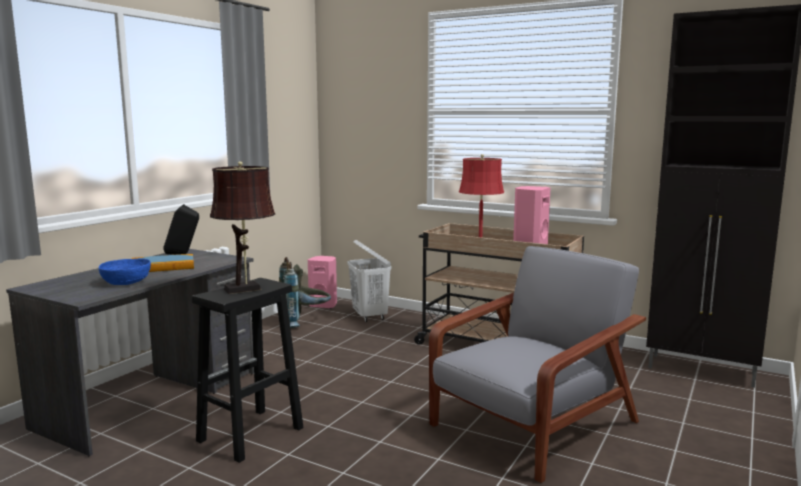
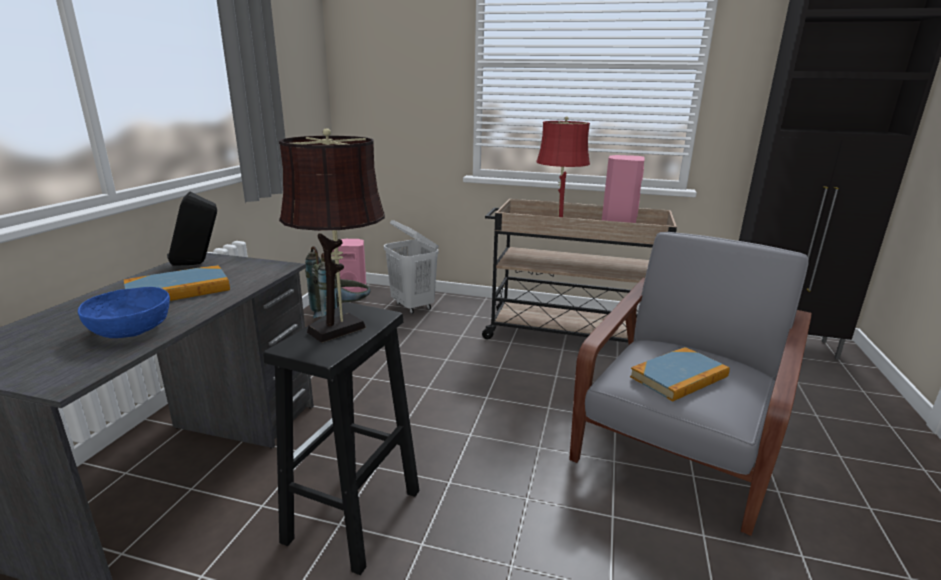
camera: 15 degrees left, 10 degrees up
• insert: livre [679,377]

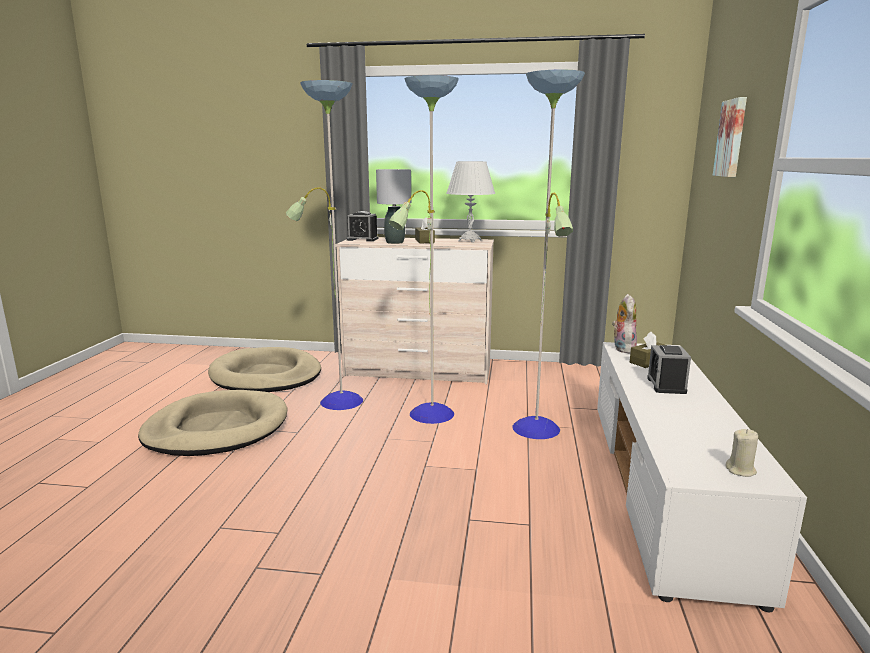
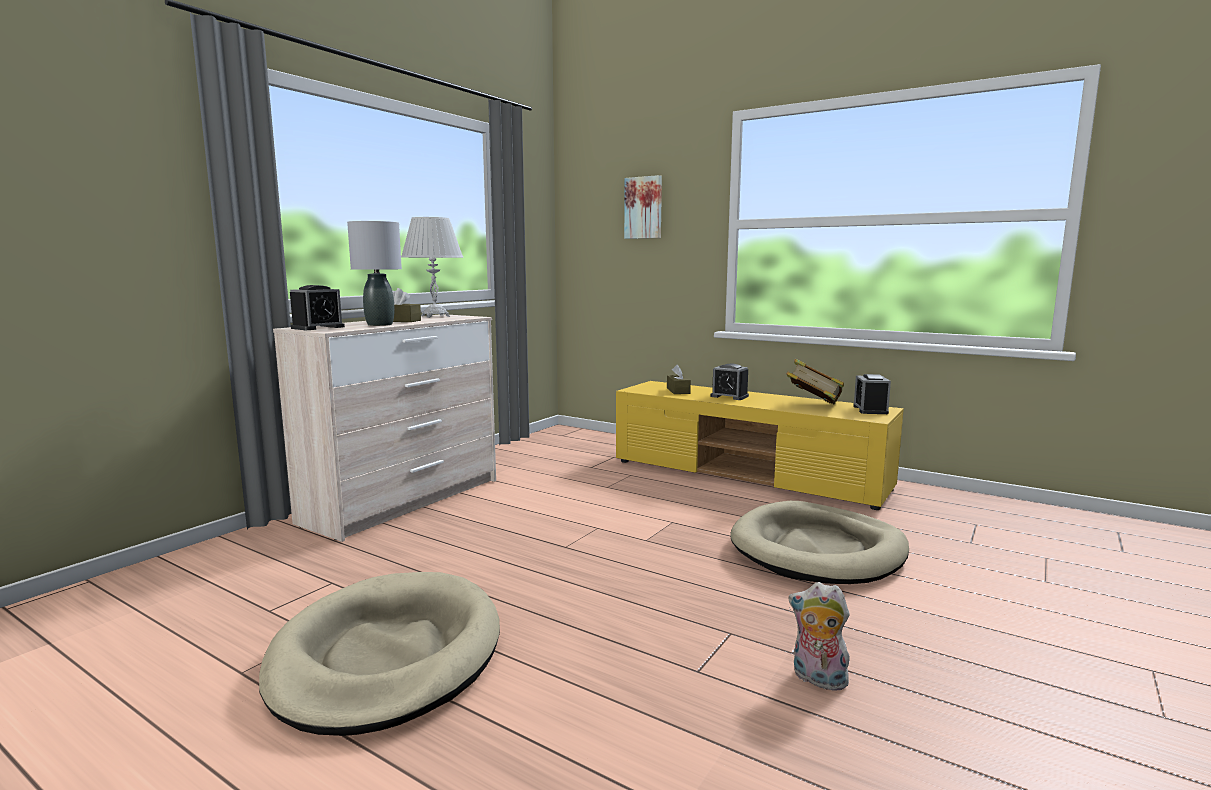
camera: 65 degrees left, 5 degrees down
• recolor: meuble télé [blanc] [665,488] to meuble télé [jaune] [749,475]
• move: panier pour chien [beige] [266,375] to [818,550]
• insert: livre [813,405]
• move: peluche [622,348] to [817,679]
• replace: bougie [beige] [740,470] to réveil [870,410]
• delete: lampadaire [430,415]

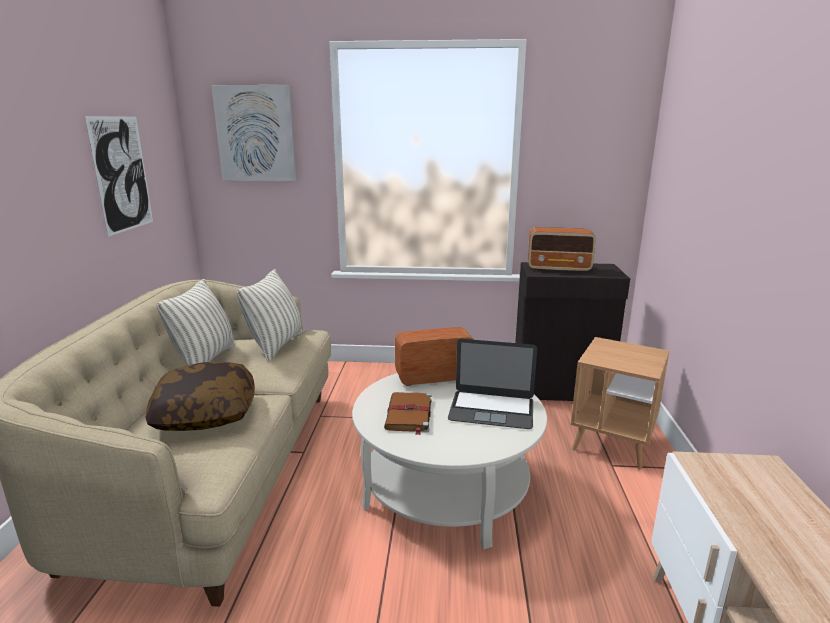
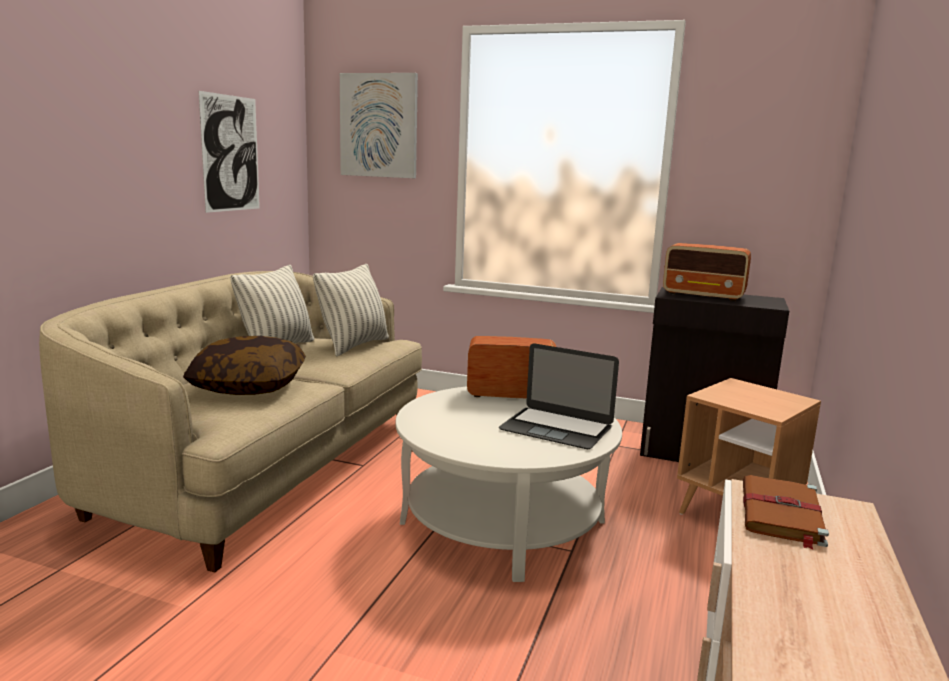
camera: 15 degrees right, 5 degrees down
• move: livre [marron] [409,415] to [781,514]

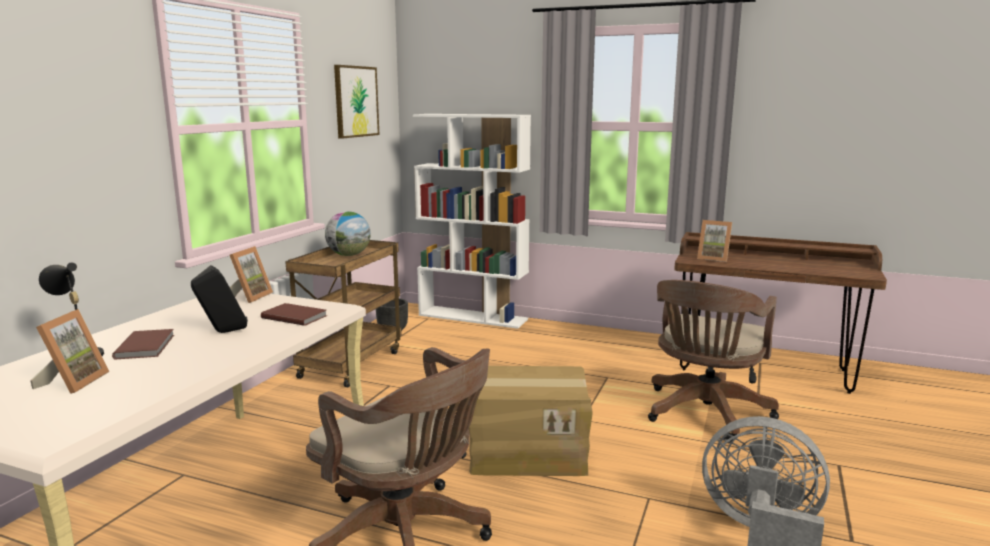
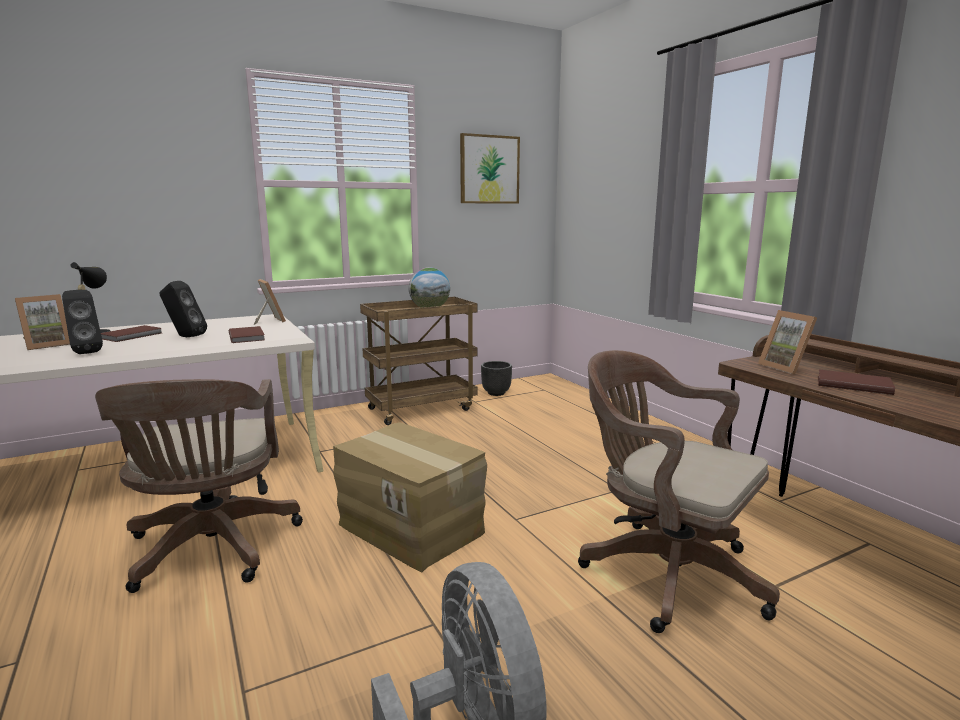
camera: 40 degrees right, 0 degrees up
• insert: enceinte [noir] [86,352]
• rotate: cadre photo [249,297] = [269,321] 90 degrees counterclockwise
• rotate: chaise de bureau [marron] [704,414] = [663,571] 60 degrees clockwise
• insert: livre [marron] [852,384]
• delete: bibliothèque [blanc] [473,317]

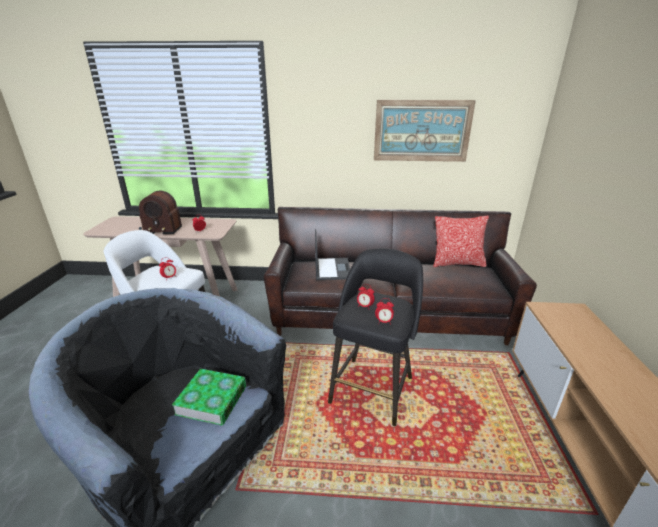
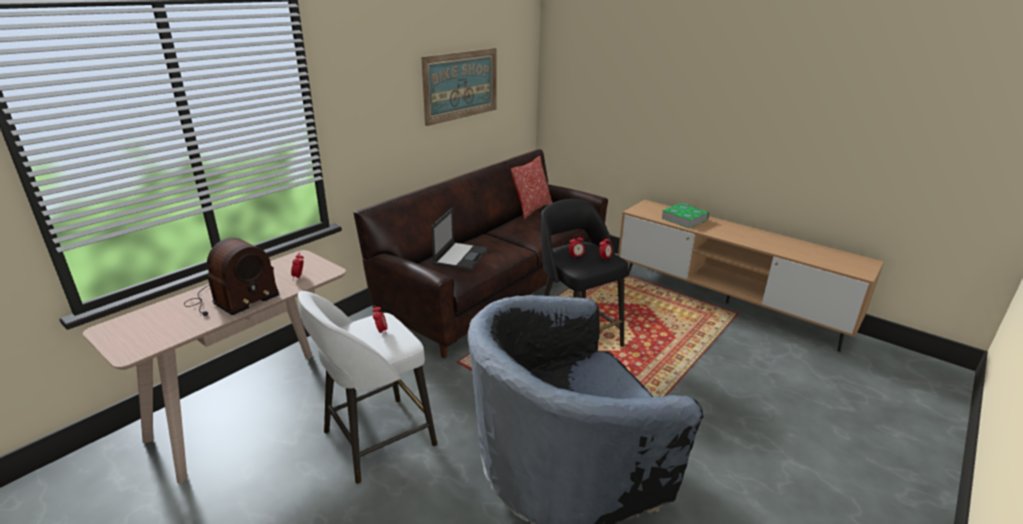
camera: 55 degrees left, 0 degrees up
• rotate: ordinateur portable [332,269] = [461,256] 75 degrees clockwise
• move: livre [212,400] to [684,219]

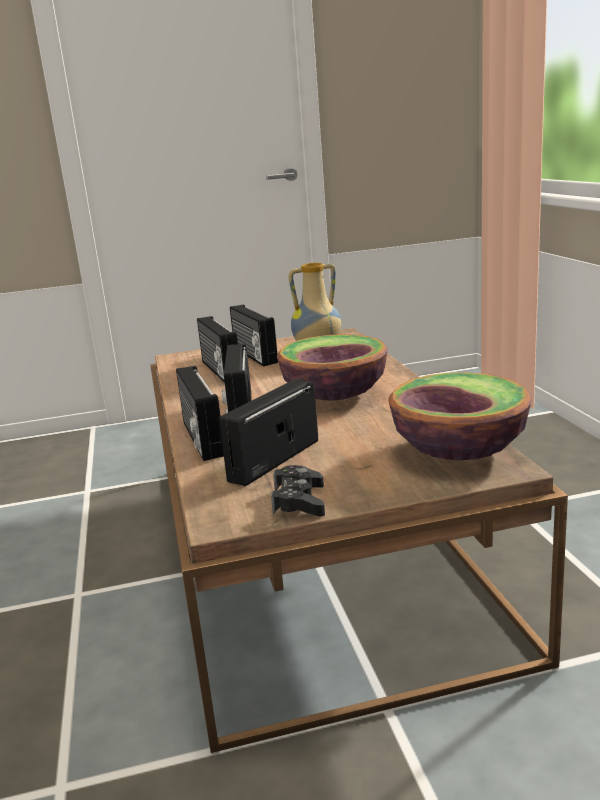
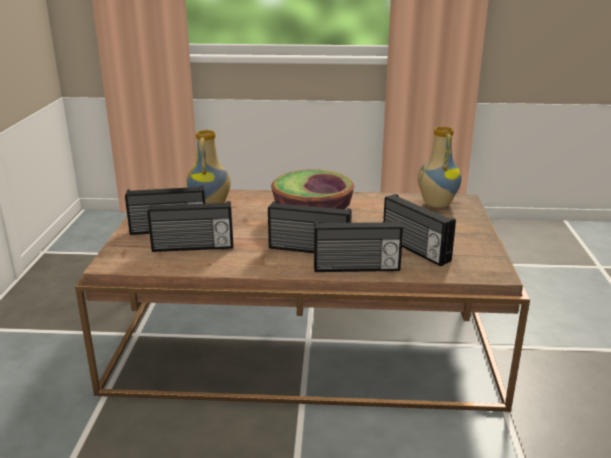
camera: 75 degrees left, 5 degrees up
• replace: bol [458,451] to vase [435,204]
• delete: manette [noir] [299,501]

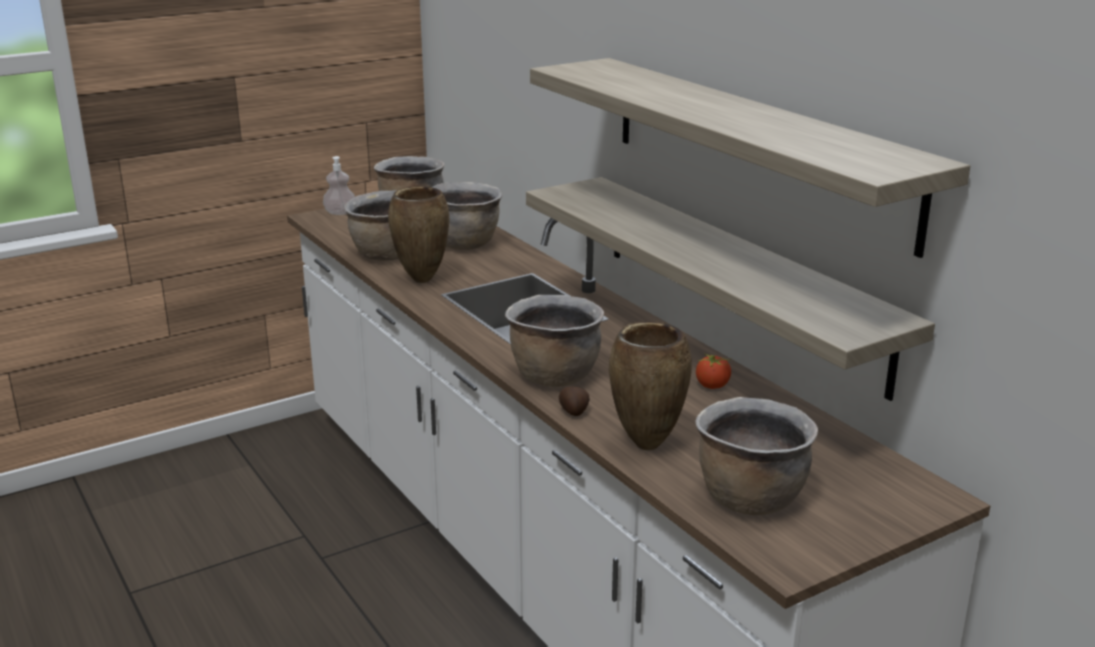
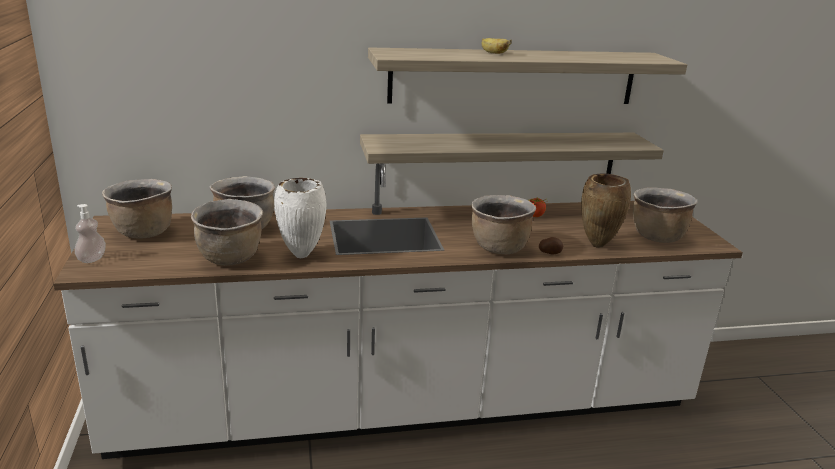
camera: 70 degrees left, 0 degrees up
• recolor: vase [marron] [421,281] to vase [blanc] [301,256]
• insert: banane [493,53]

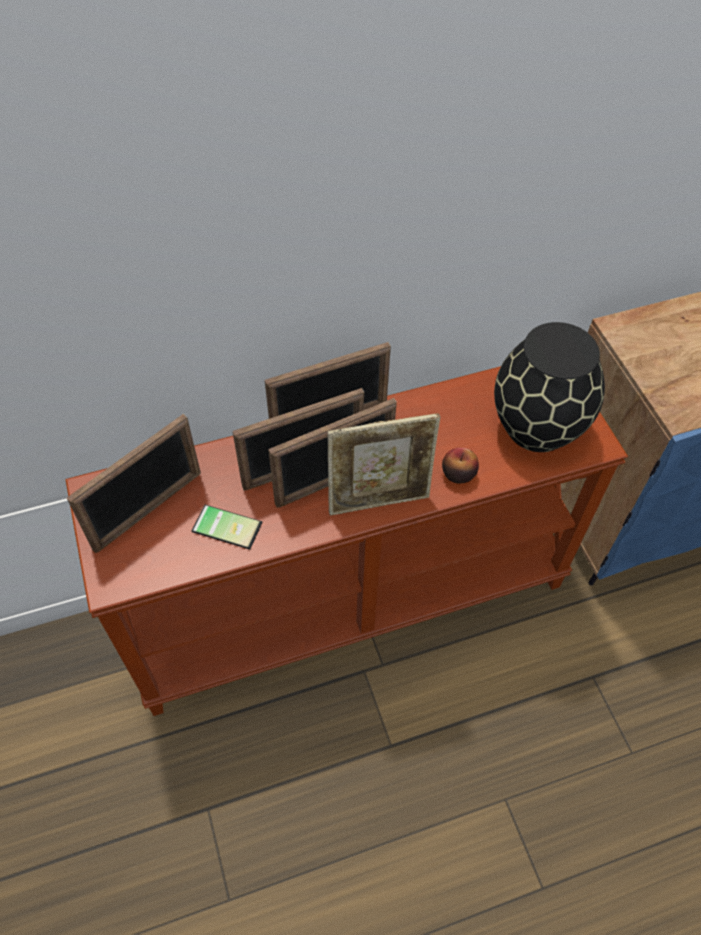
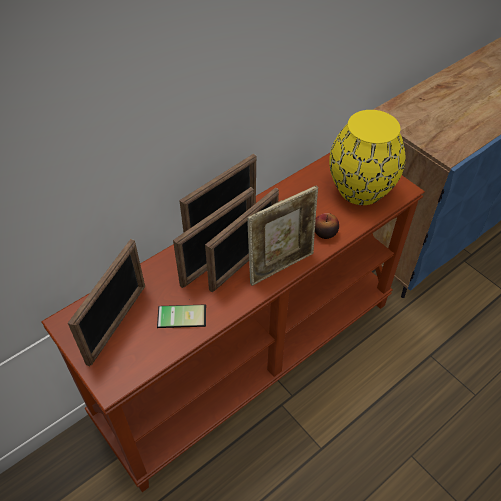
camera: 20 degrees left, 5 degrees down
• recolor: vase [noir] [536,428] to vase [jaune] [360,190]

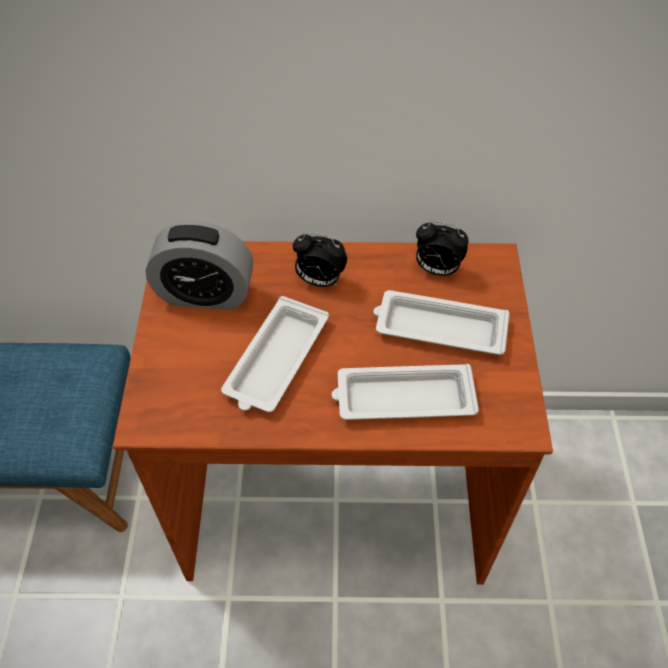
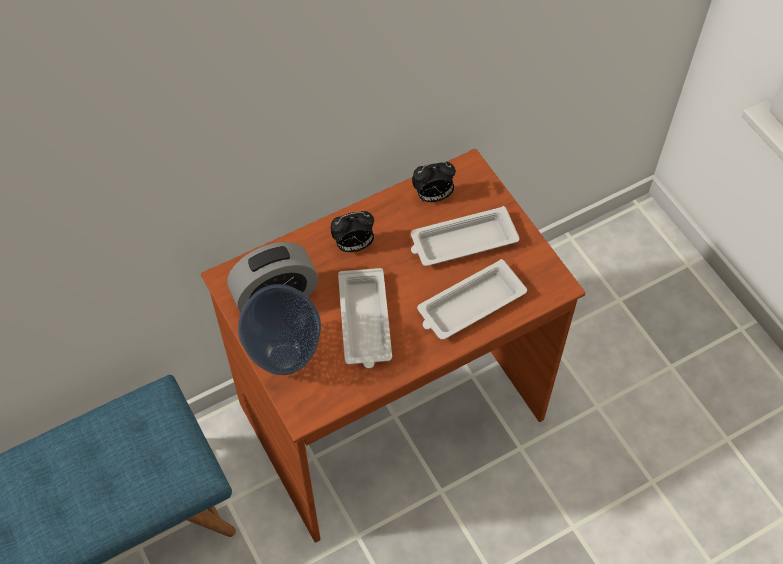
camera: 30 degrees left, 5 degrees up
• insert: vase [284,356]

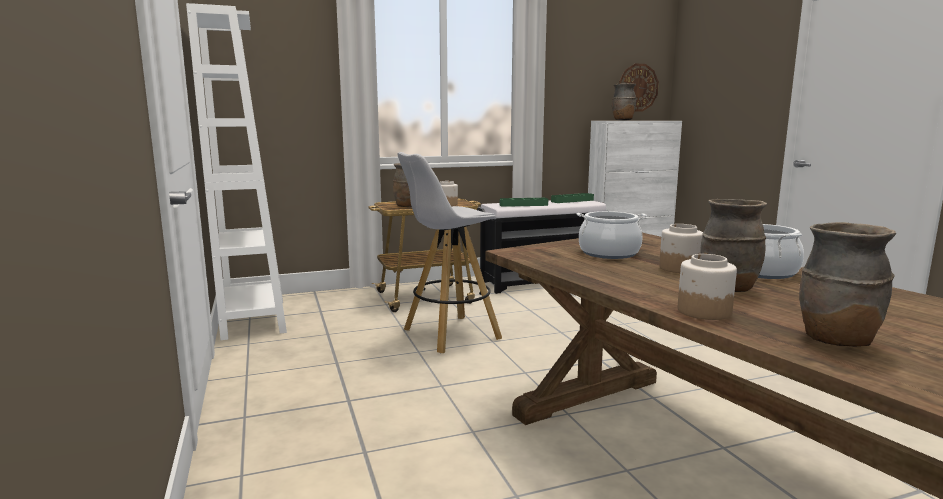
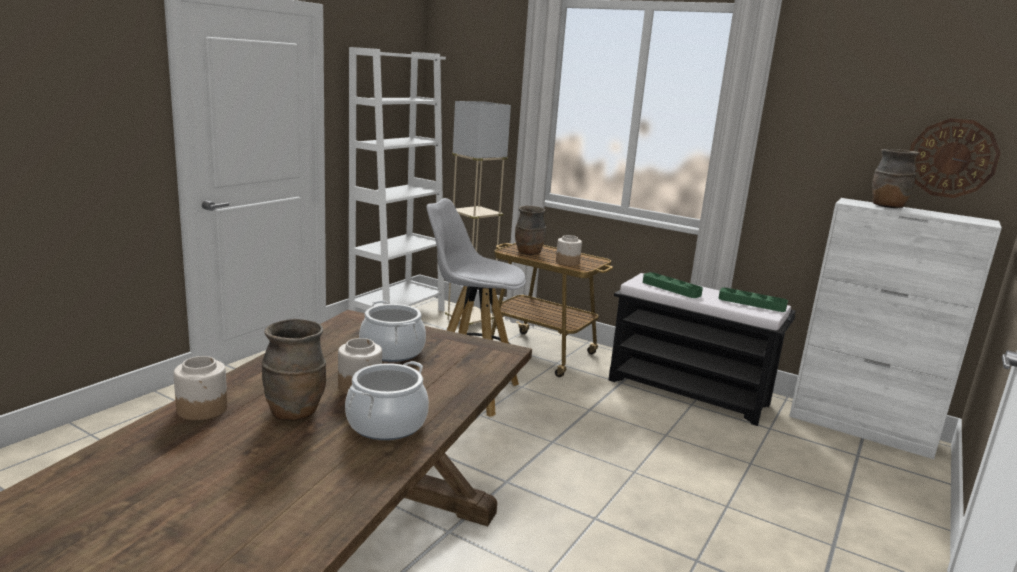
camera: 50 degrees right, 5 degrees up
• insert: lampadaire [beige] [470,321]
• delete: vase [marron] [835,340]

